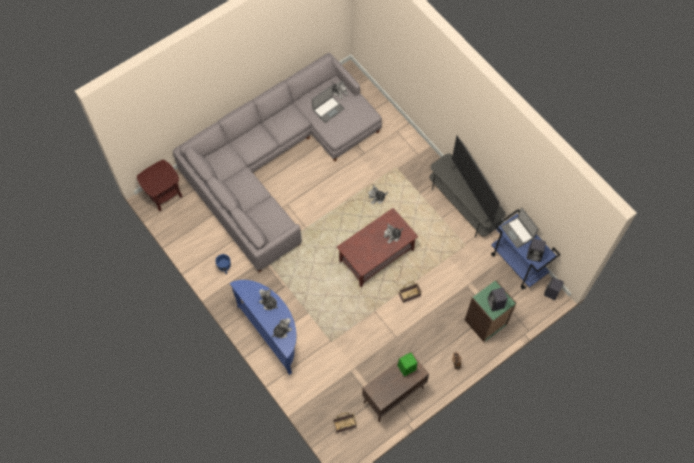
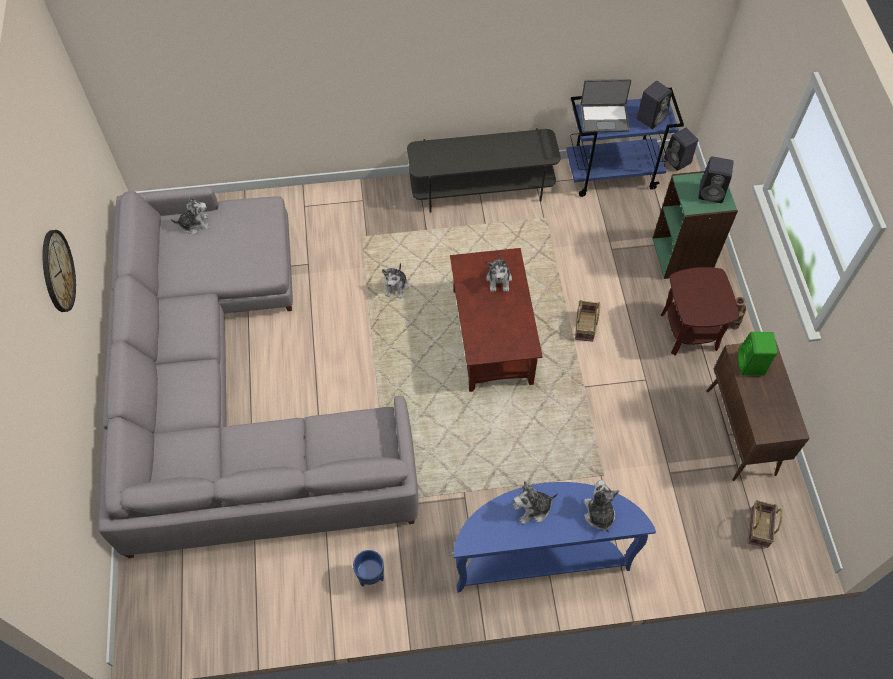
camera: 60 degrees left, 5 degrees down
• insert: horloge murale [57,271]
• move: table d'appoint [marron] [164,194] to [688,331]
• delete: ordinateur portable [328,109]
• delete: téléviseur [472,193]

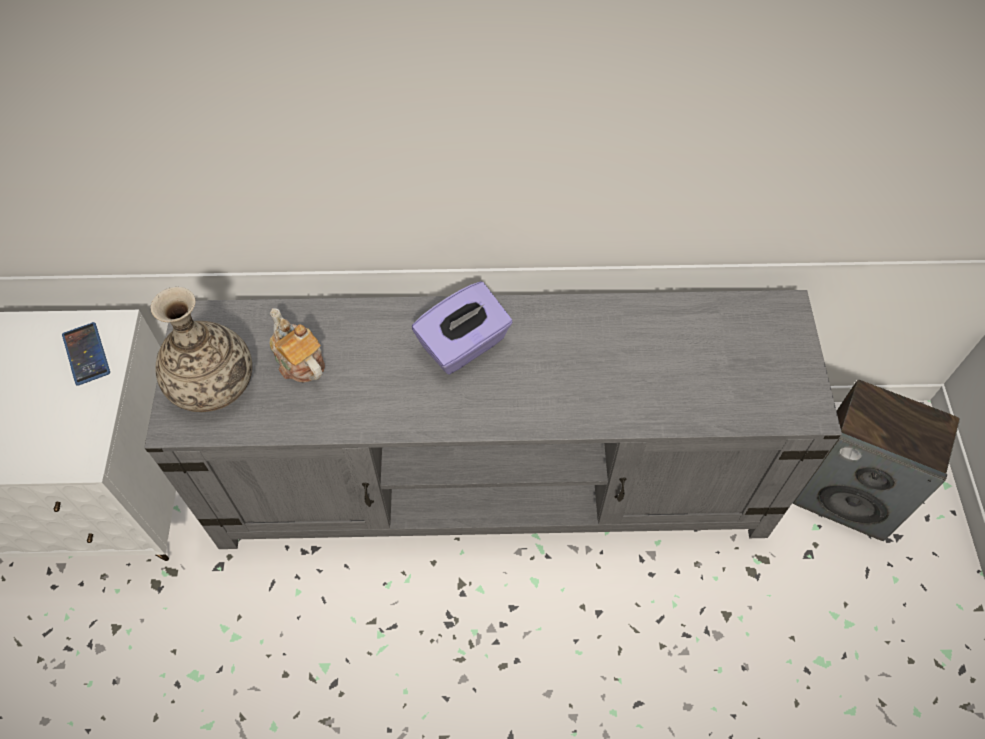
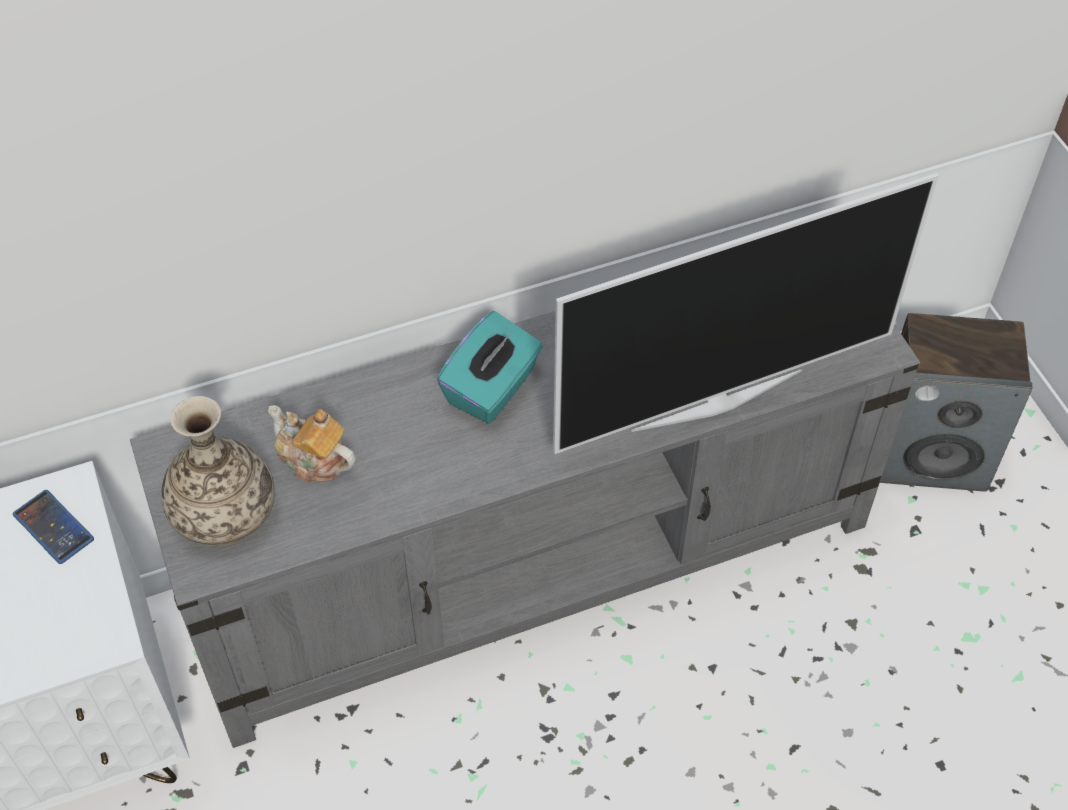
camera: 20 degrees left, 5 degrees down
• recolor: boîte à mouchoirs [violet] [464,345] to boîte à mouchoirs [turquoise] [492,388]
• insert: téléviseur [715,398]

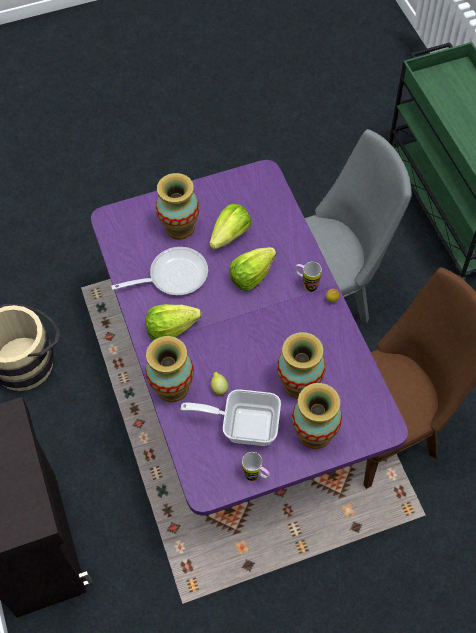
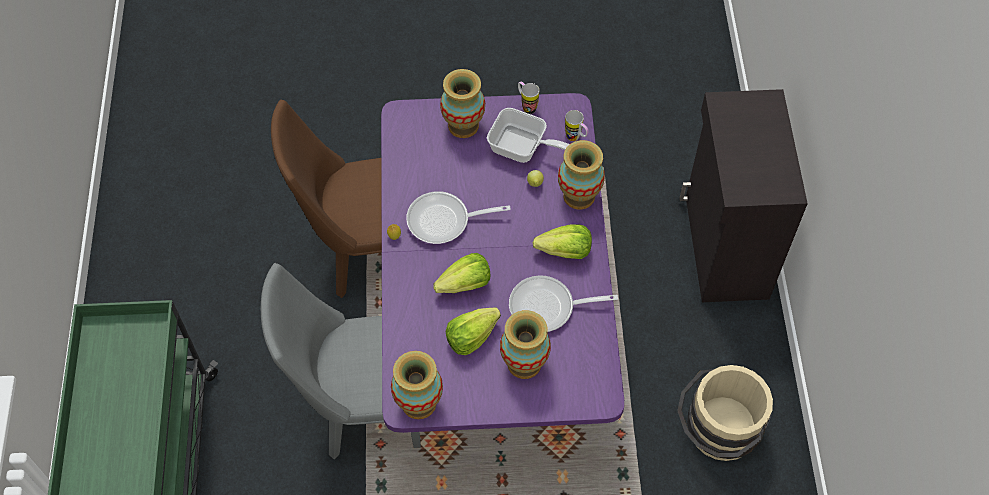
camera: 165 degrees left, 0 degrees up
• move: vase [300,384] to [418,403]
• insert: poêle [444,221]
• move: mug [306,284] to [576,138]

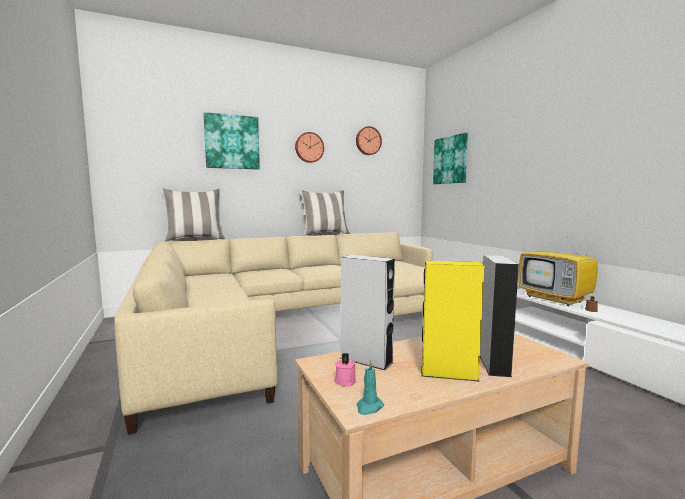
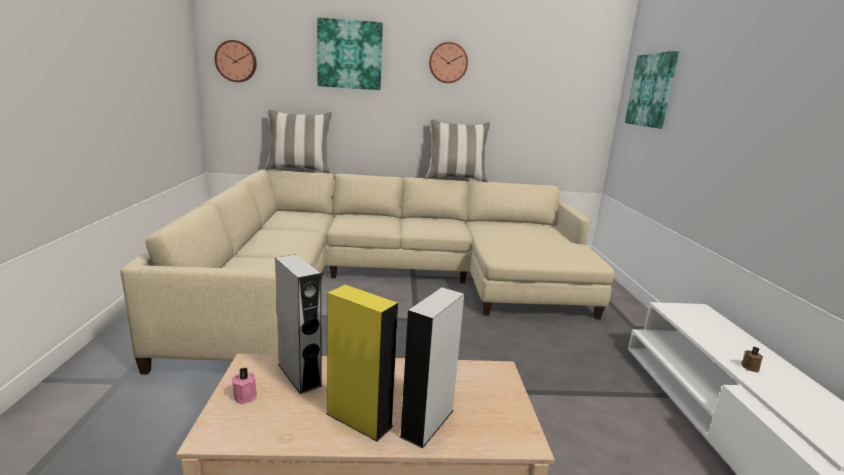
camera: 20 degrees right, 10 degrees up
• move: horloge murale [368,141] to [236,61]
• delete: bougie [turquoise] [369,407]
• delete: téléviseur [556,299]

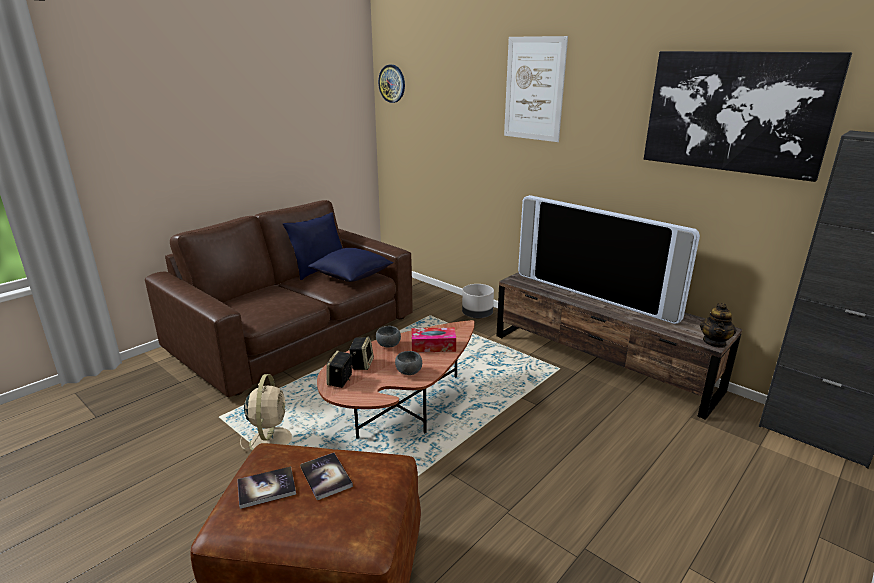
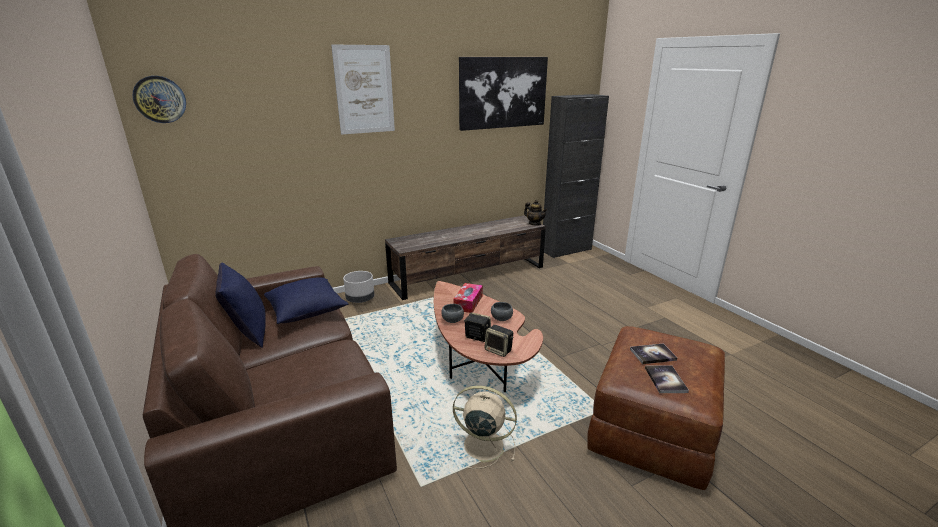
camera: 70 degrees left, 0 degrees up
• delete: téléviseur [594,295]

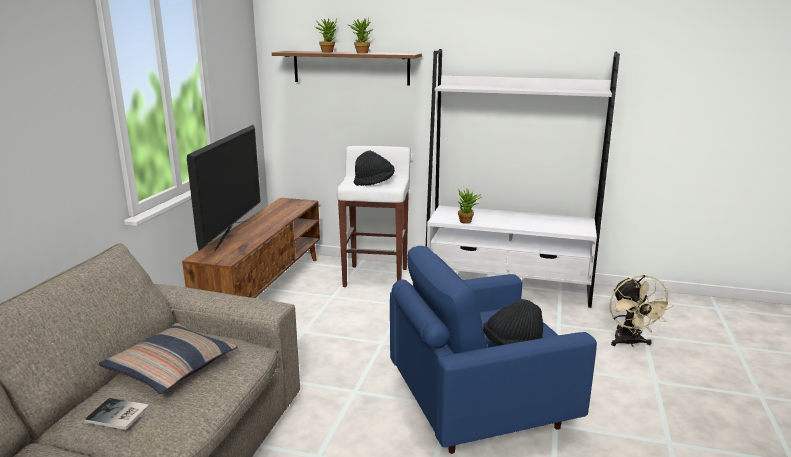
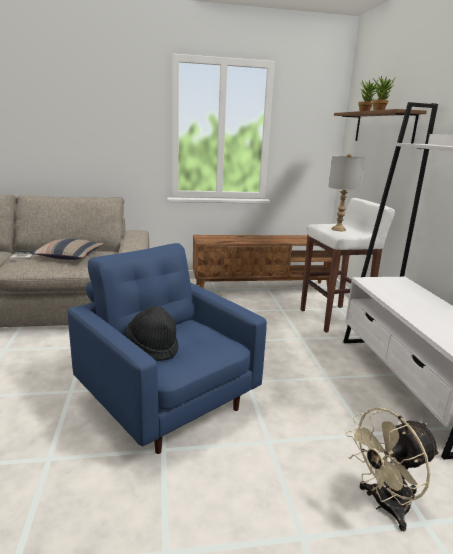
camera: 65 degrees right, 0 degrees up
• replace: chapeau [noir] [374,183] to lampe de table [gris] [338,229]
• delete: téléviseur [232,235]
• delete: plante en pot [467,222]

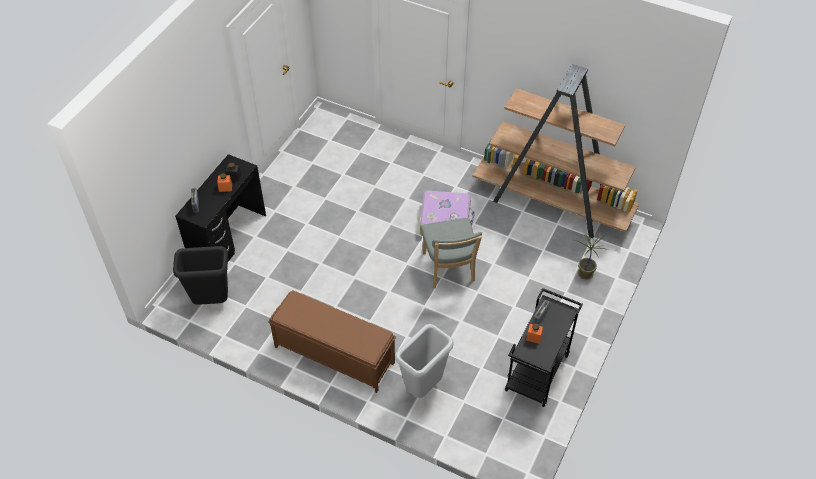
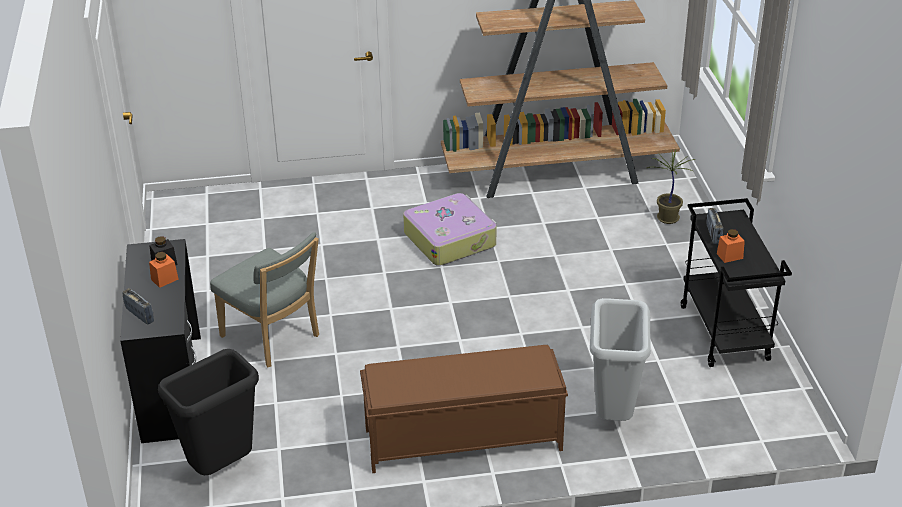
camera: 35 degrees left, 15 degrees down
• move: chaise [gris] [449,269] to [273,338]

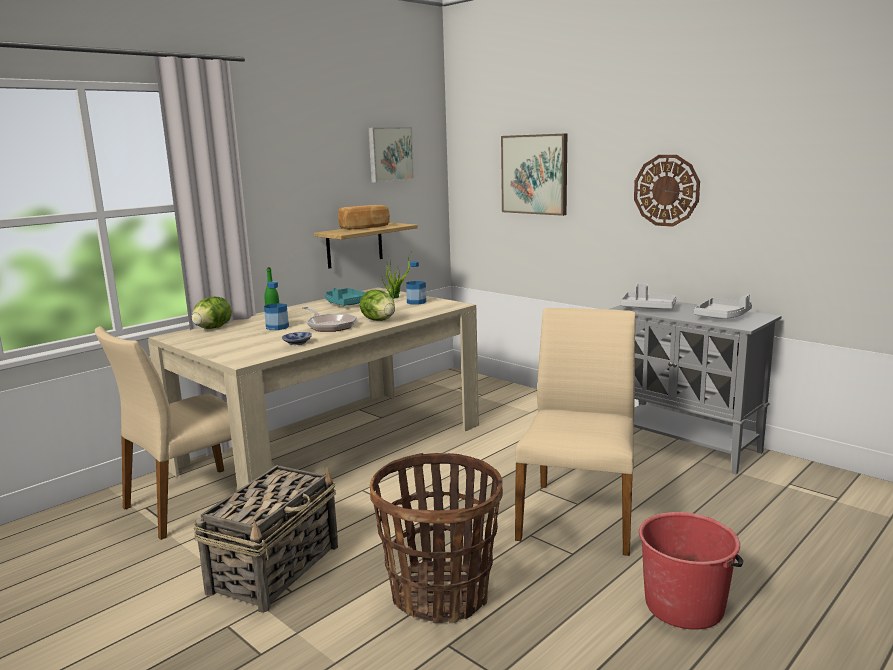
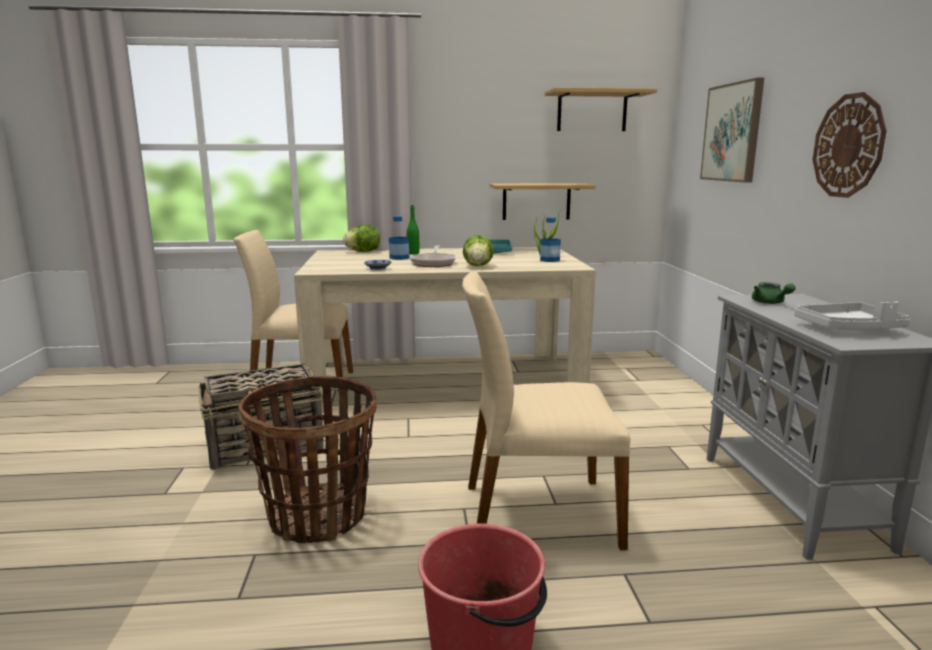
camera: 40 degrees right, 0 degrees up
• rotate: chaise [beige] [579,515] = [537,513] 150 degrees counterclockwise
• replace: tableau [389,154] to étagère [592,111]
• replace: plateau [gris] [648,308] to théière [vert] [770,303]
• delete: pain [365,228]

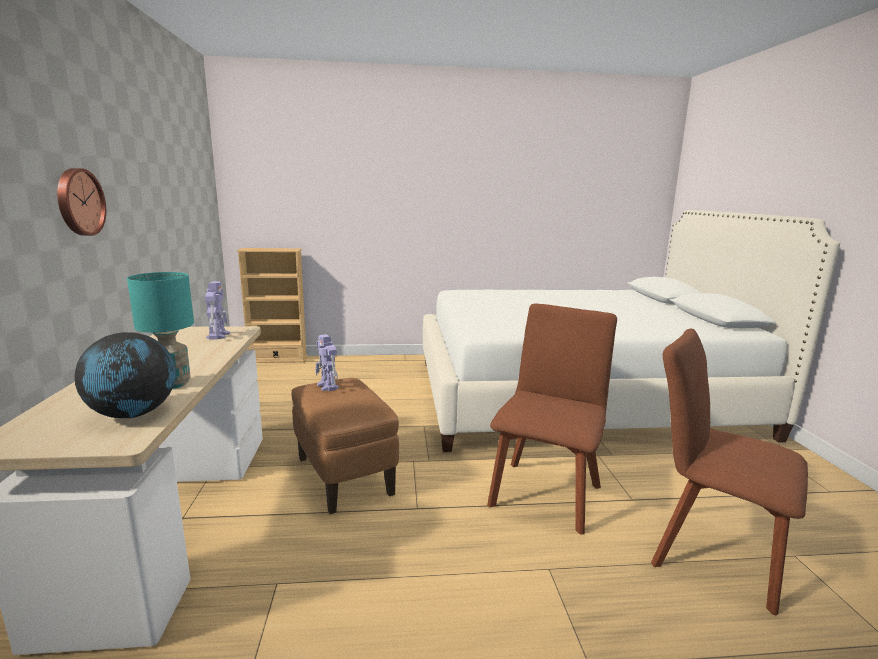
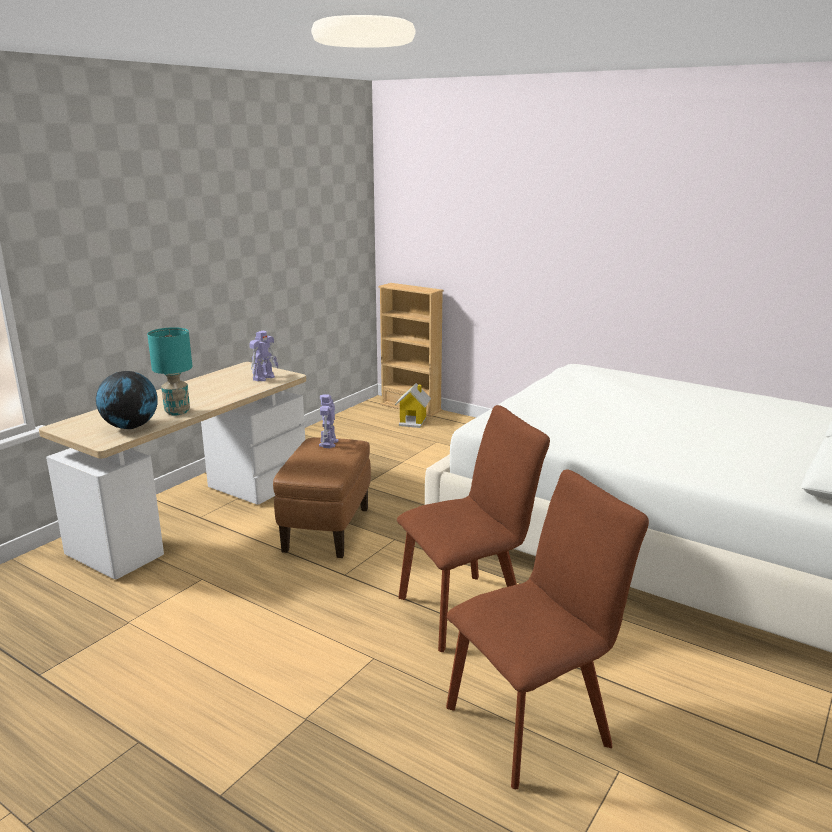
camera: 40 degrees right, 5 degrees up
• insert: maison miniature [413,421]
• rotate: chaise [marron] [710,552] = [533,721] 75 degrees clockwise
• delete: horloge murale [79,202]

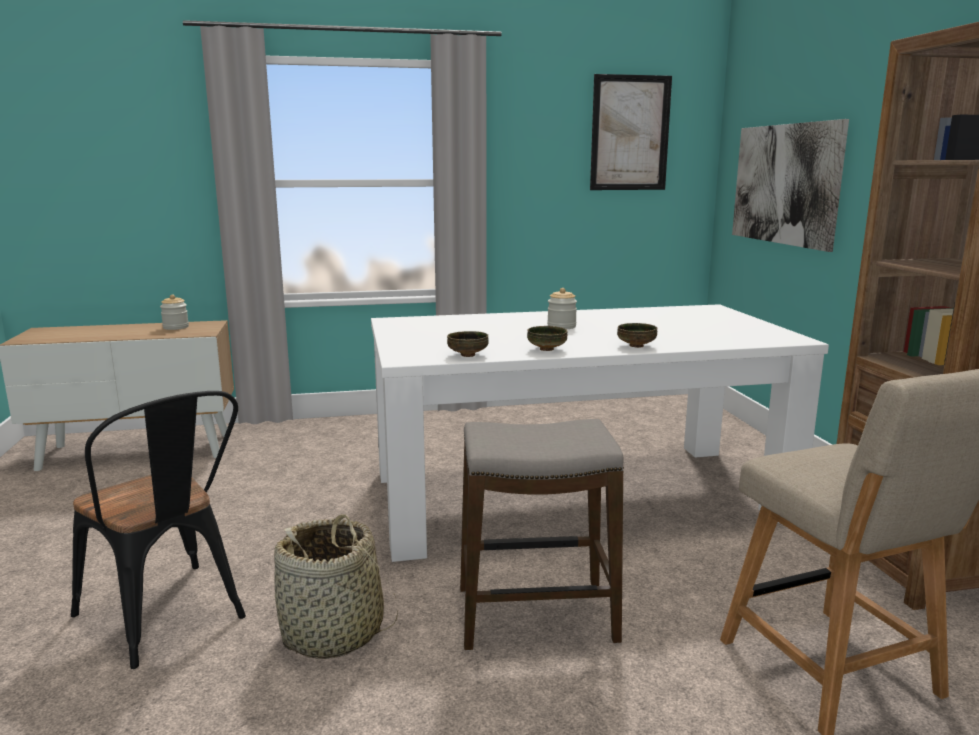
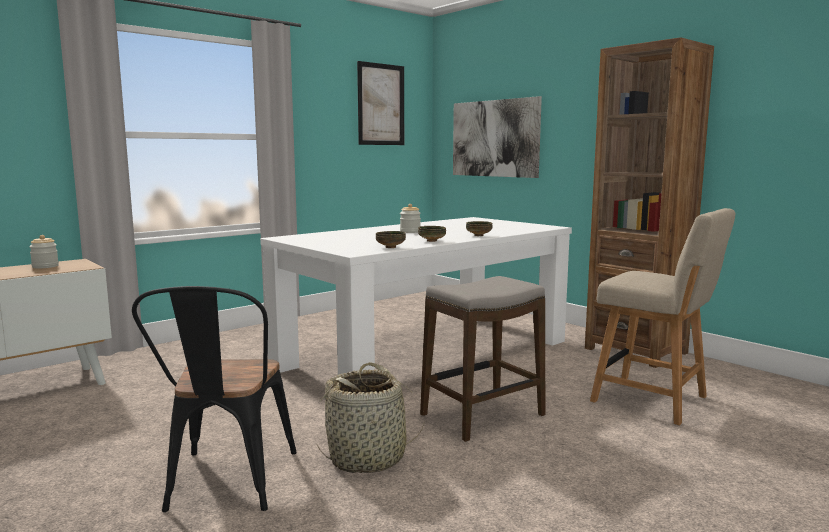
camera: 30 degrees left, 5 degrees down
• rotate: chaise [noir] [169,619] = [227,485] 75 degrees clockwise

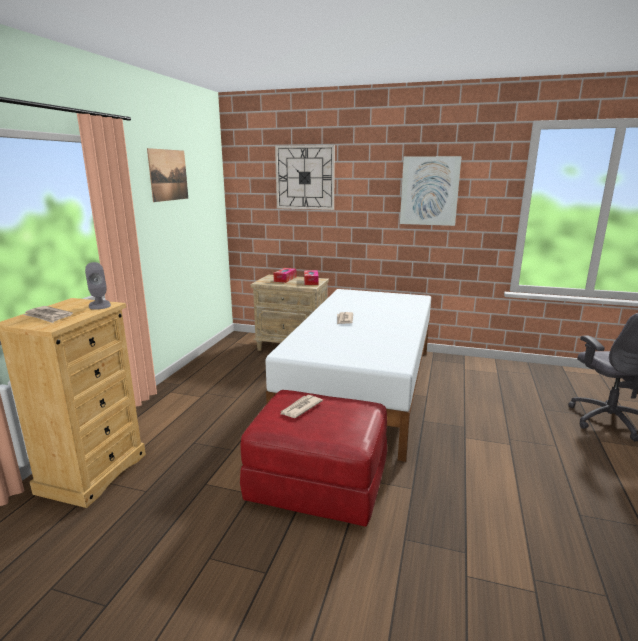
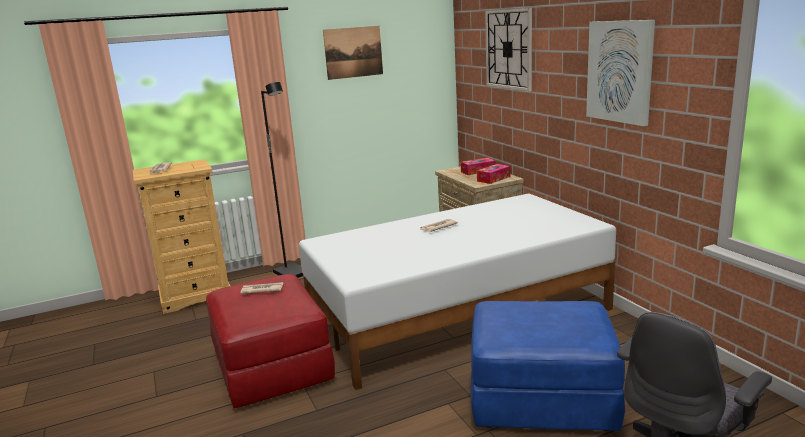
camera: 50 degrees right, 0 degrees up
• insert: lampadaire [noir] [292,273]
• insert: pouf [bleu] [540,399]
• delete: enceinte [gris] [99,305]

